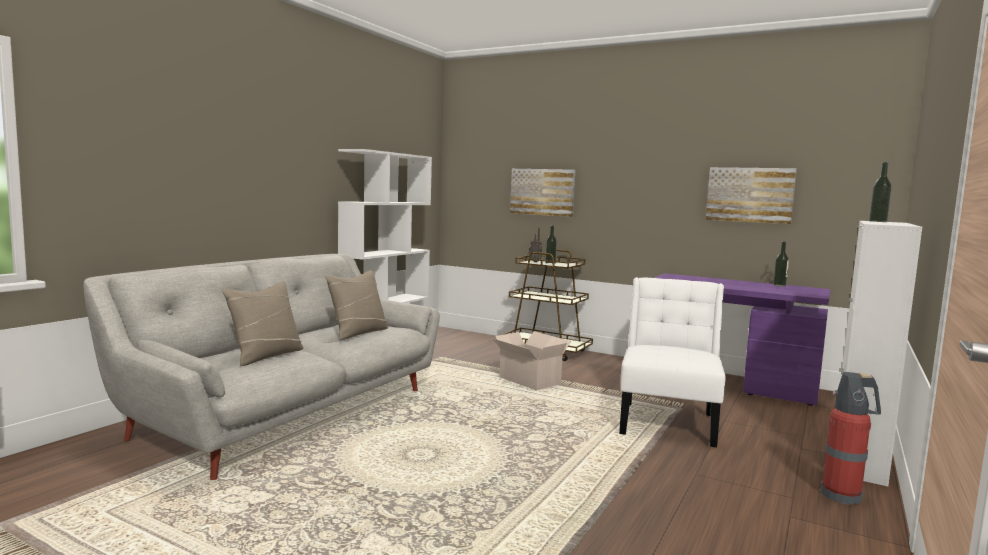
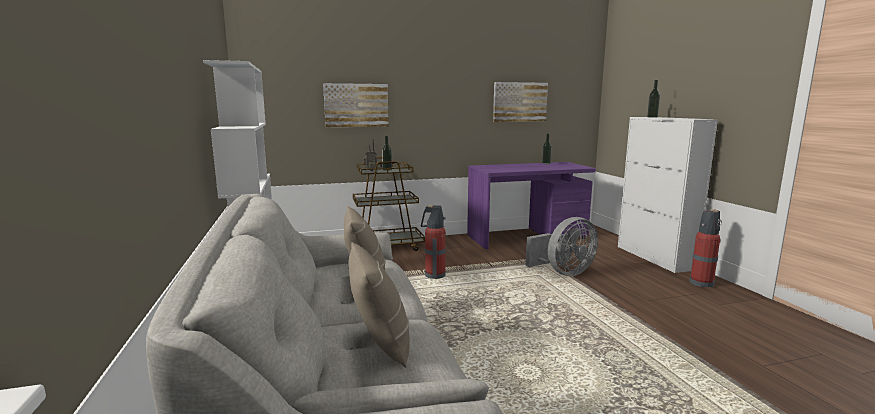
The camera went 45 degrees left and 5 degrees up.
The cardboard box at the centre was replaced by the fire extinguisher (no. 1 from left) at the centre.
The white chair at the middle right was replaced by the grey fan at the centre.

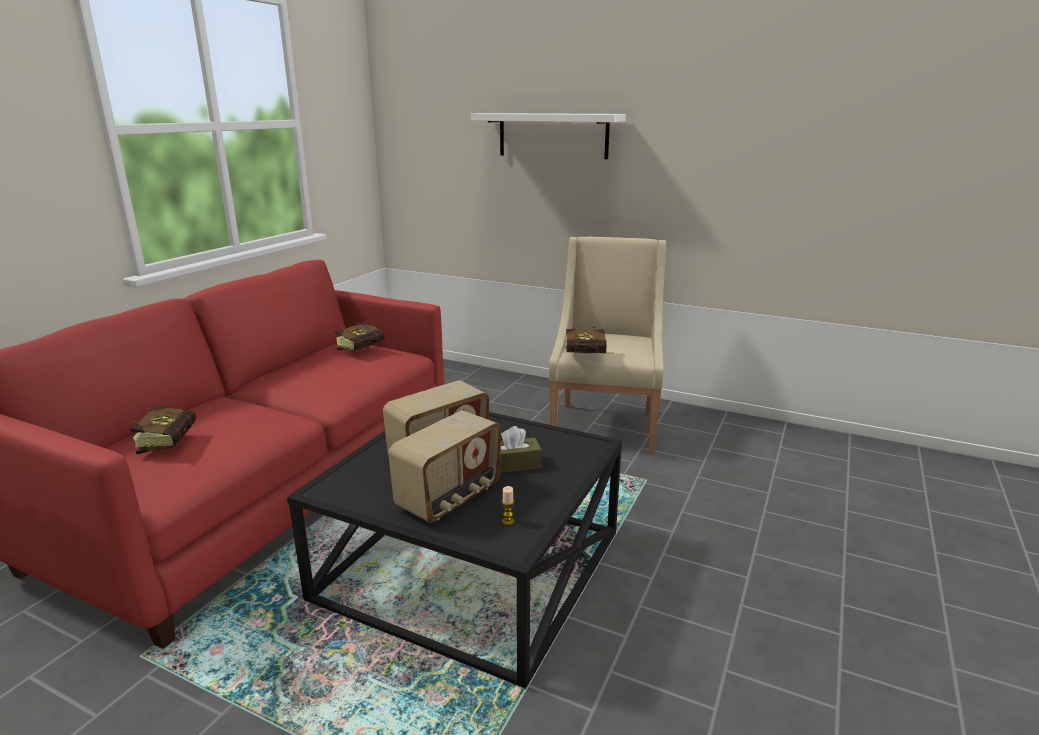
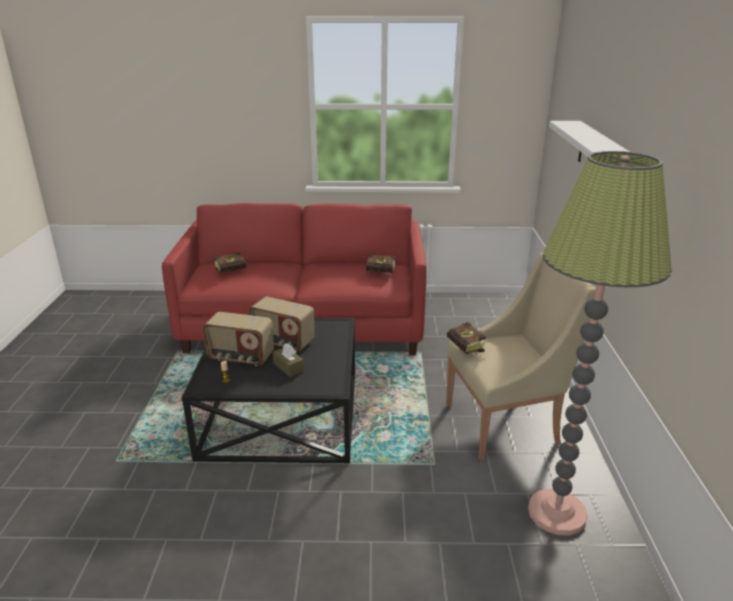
The camera went 65 degrees right and 5 degrees up.
The floor lamp at the middle right appeared.

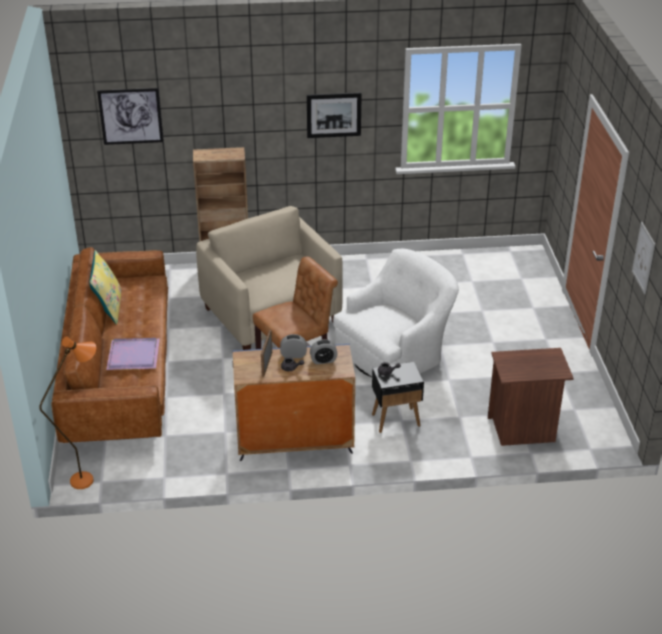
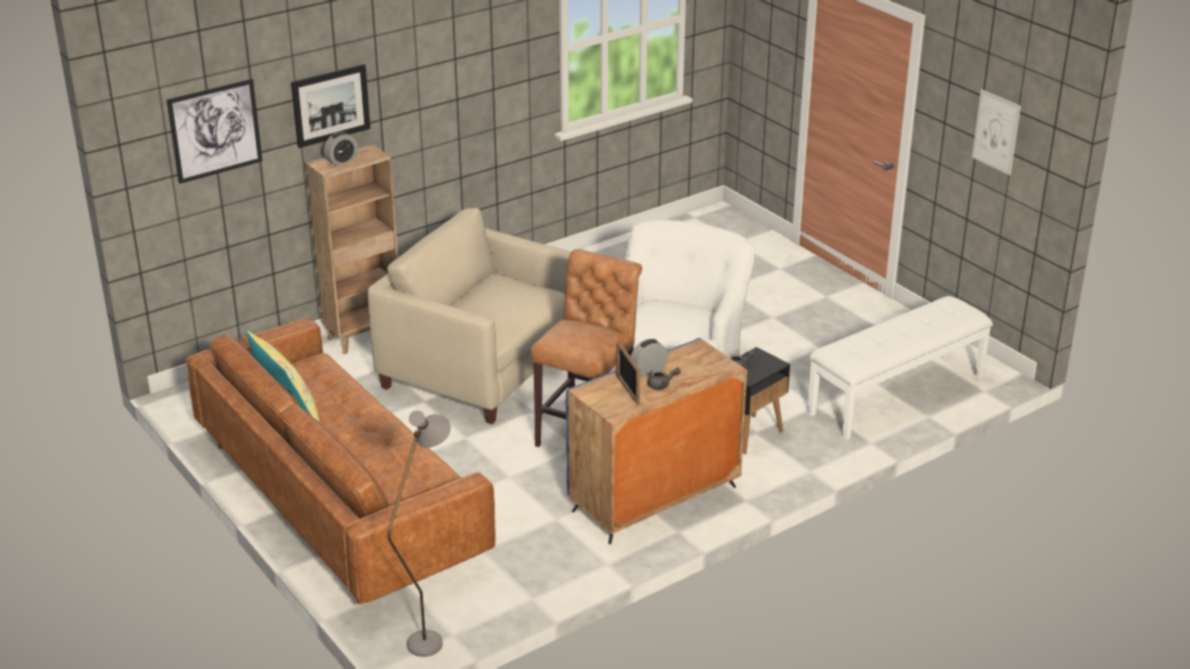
The camera went 30 degrees left and 5 degrees down.
The purple tray at the middle left disappeared.
The picture (no. 2 from left) moved from the top centre to the top left.
The alarm clock (no. 2 from left in the first image) moved from the centre to the top left.
The brown nightstand at the middle right was replaced by the white bench at the middle right.
The orange floor lamp at the middle left became the grey floor lamp at the bottom centre.

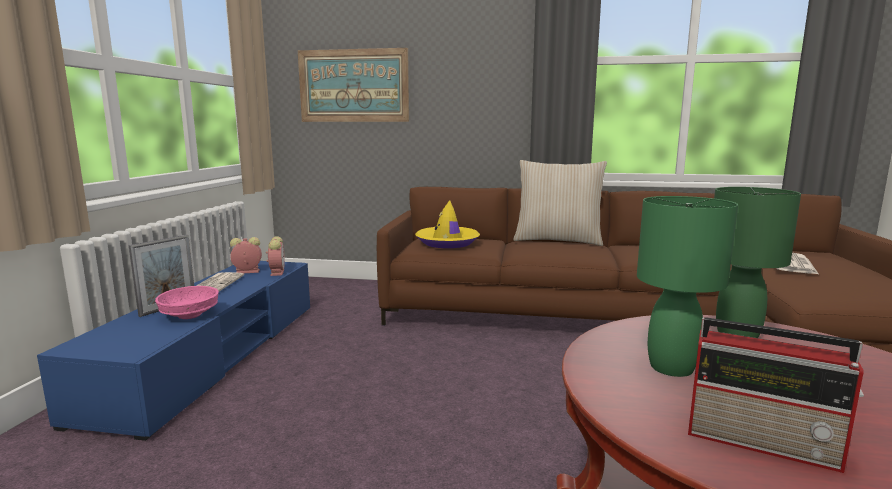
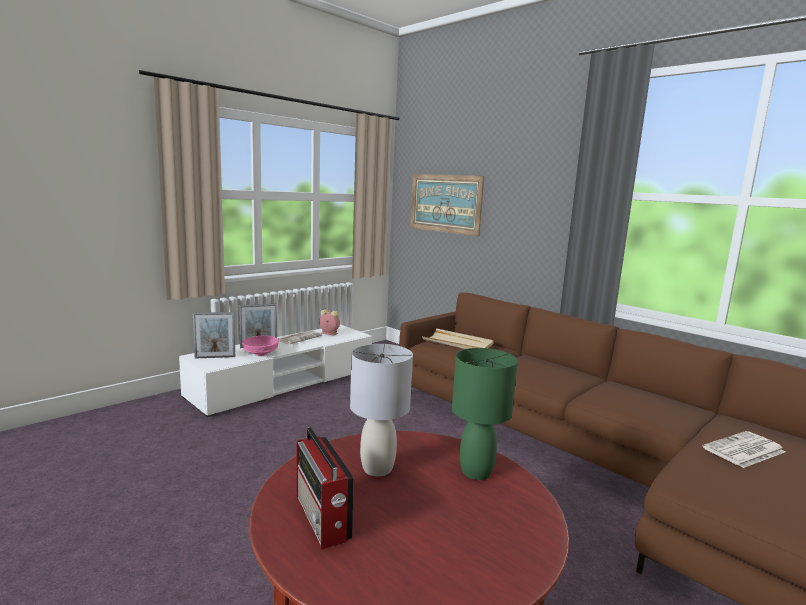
The camera went 35 degrees right and 0 degrees up.
The alarm clock (no. 2 from left) at the middle left disappeared.
The beige pillow at the centre disappeared.
The picture frame (no. 1 from left) at the middle left appeared.
The yellow hat at the centre was replaced by the beige tray at the centre.
The blue tv stand at the bottom left became the white tv stand at the centre.
The green table lamp (no. 1 from left) at the middle right became the grey table lamp at the bottom centre.

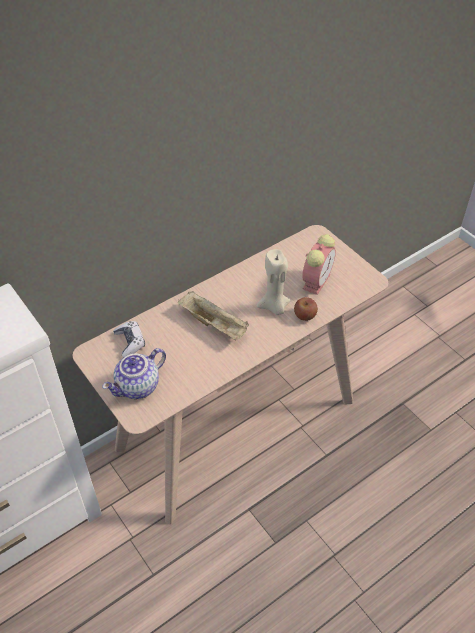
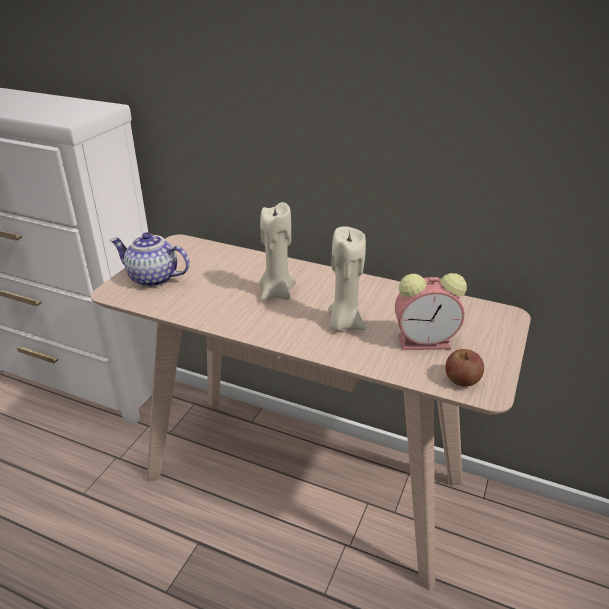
The camera went 60 degrees right and 15 degrees down.
The game controller at the middle left disappeared.
The apple moved from the centre to the middle right.
The beige tray at the centre was replaced by the beige candle (no. 1 from left) at the centre.

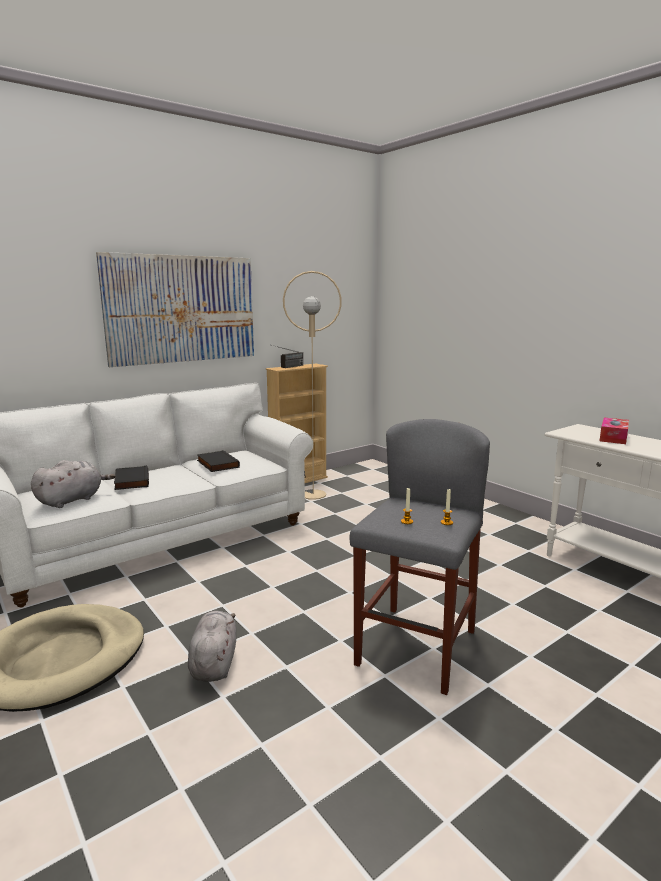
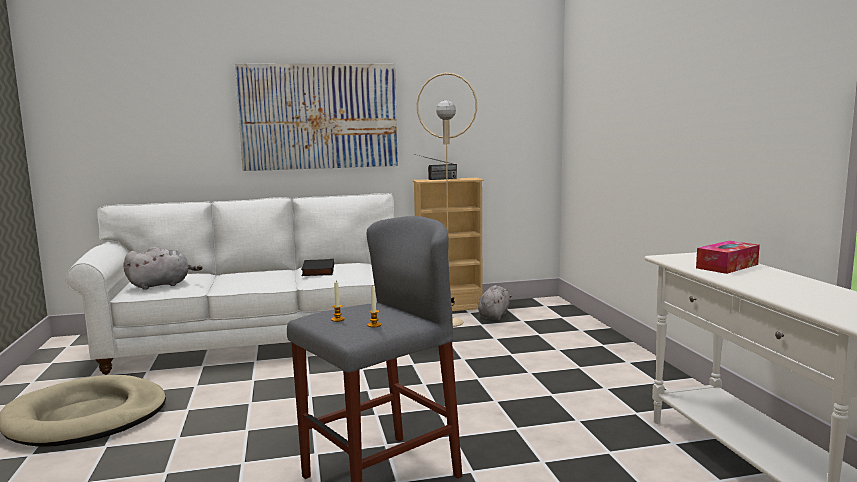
The camera went 25 degrees right and 5 degrees down.
The black book (no. 1 from left) at the middle left disappeared.
The grey plush toy (no. 2 from left) moved from the bottom left to the centre.

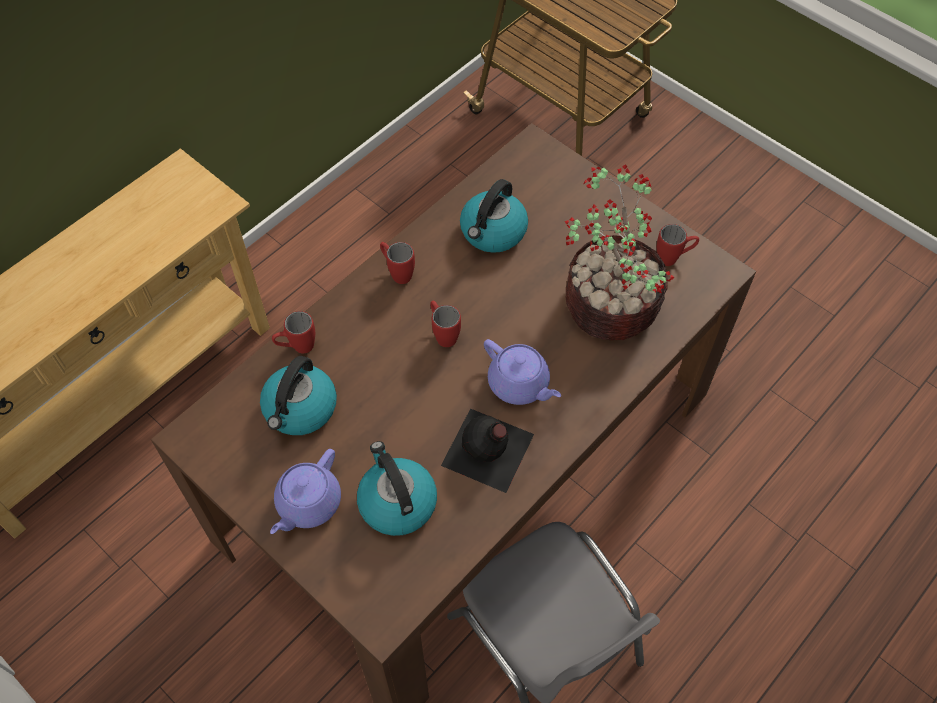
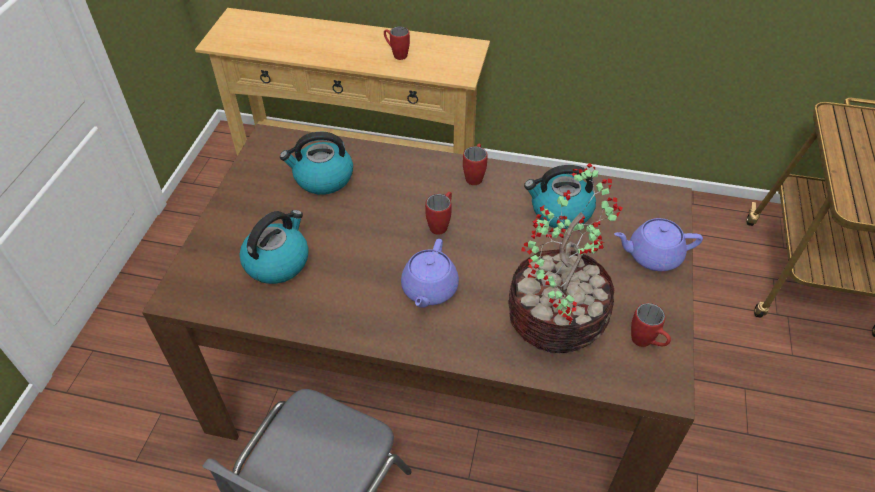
The camera went 60 degrees right and 10 degrees down.
The black bottle at the centre disappeared.
The purple teapot (no. 1 from left in the first image) moved from the bottom left to the middle right.
The red mug (no. 1 from left) moved from the middle left to the top centre.

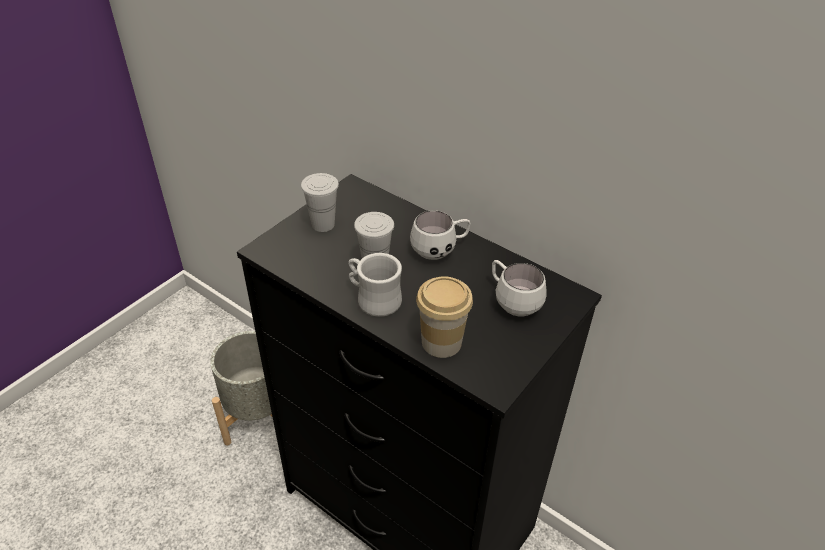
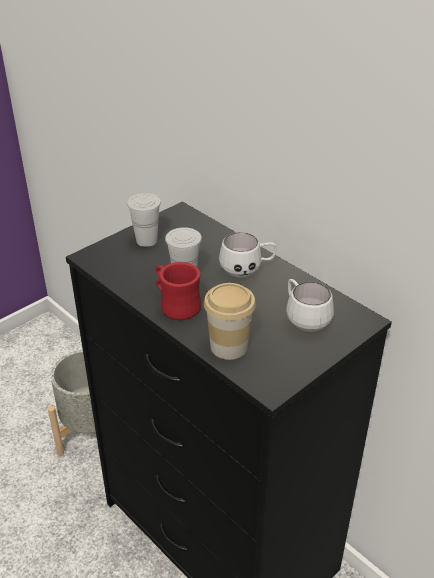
The camera went 10 degrees right and 5 degrees down.
The white mug (no. 1 from left) at the centre became the red mug at the centre.

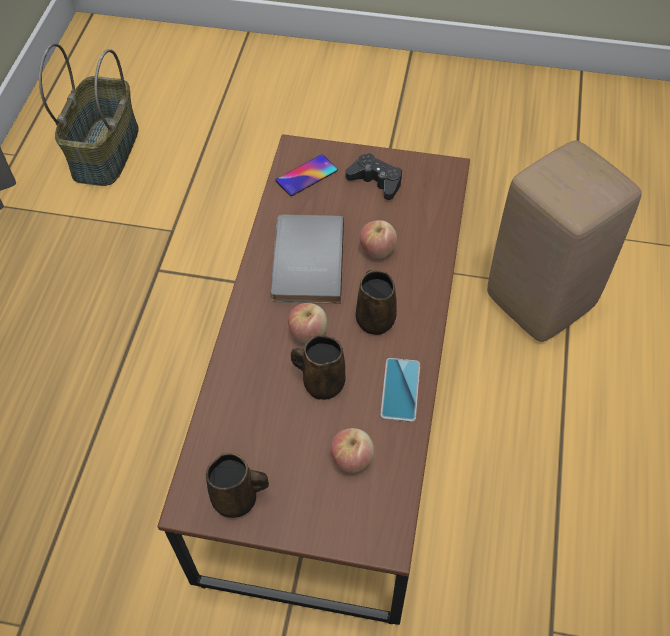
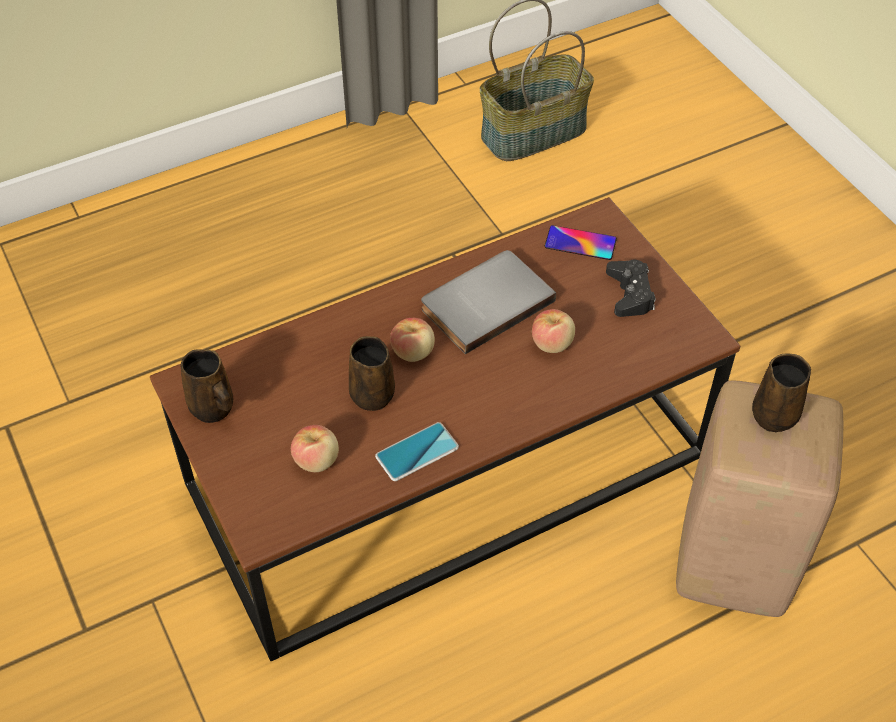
The camera went 50 degrees right and 5 degrees down.
The brown mug (no. 3 from left) moved from the centre to the middle right.

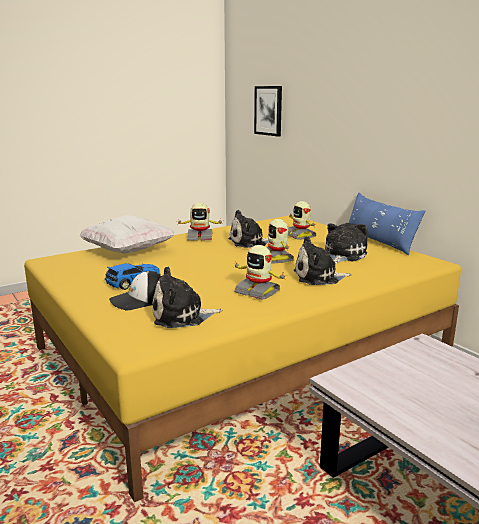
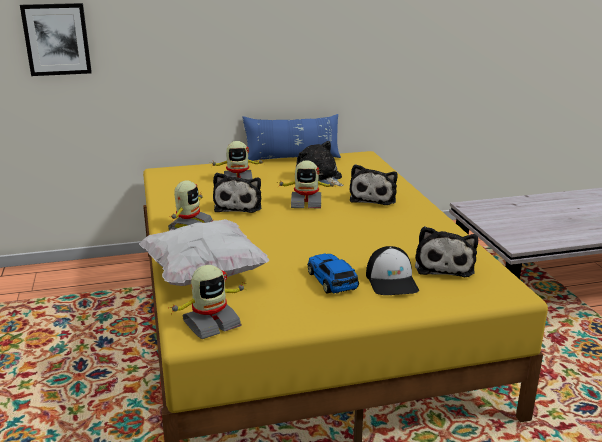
The camera went 70 degrees left and 5 degrees up.
The toy robot (no. 2 from left) moved from the centre to the bottom centre.

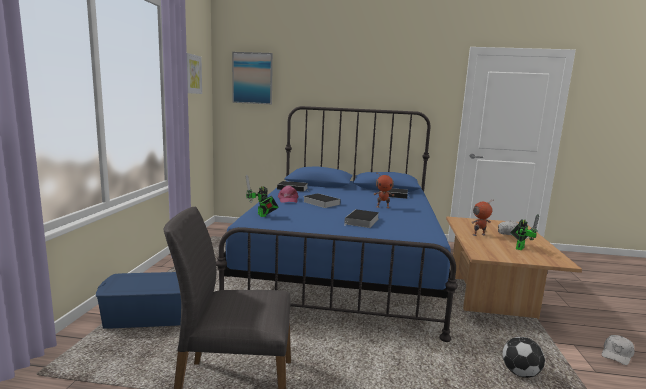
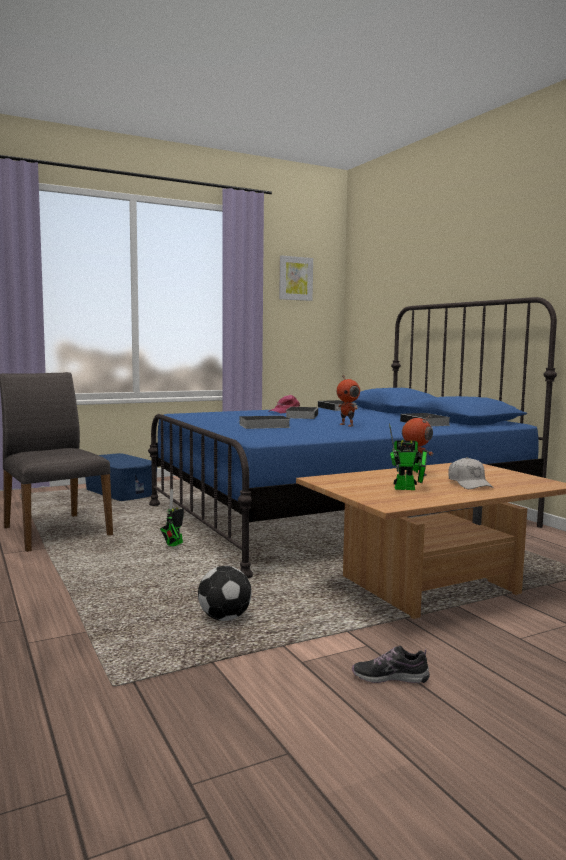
The camera went 55 degrees right and 5 degrees down.
The picture (no. 2 from left) at the top centre disappeared.
The toy robot (no. 1 from left) moved from the centre to the middle left.
The white cap (no. 2 from left) at the bottom right was replaced by the shoe at the bottom right.

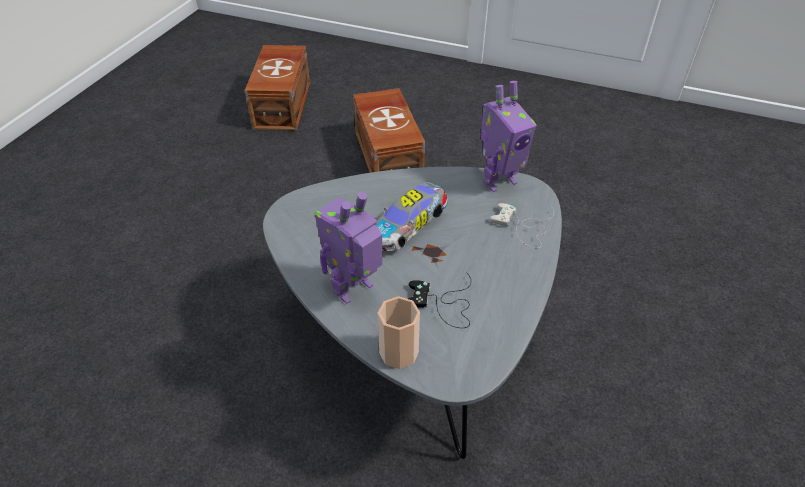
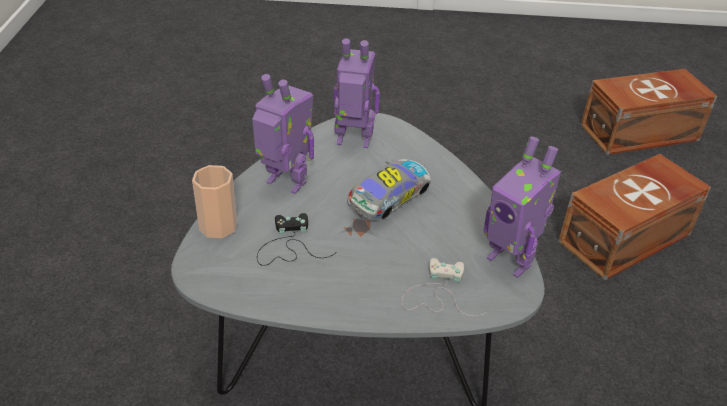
The camera went 70 degrees right and 5 degrees down.
The toy robot (no. 2 from left) at the top centre appeared.
The toy car at the centre turned 105 degrees clockwise.

